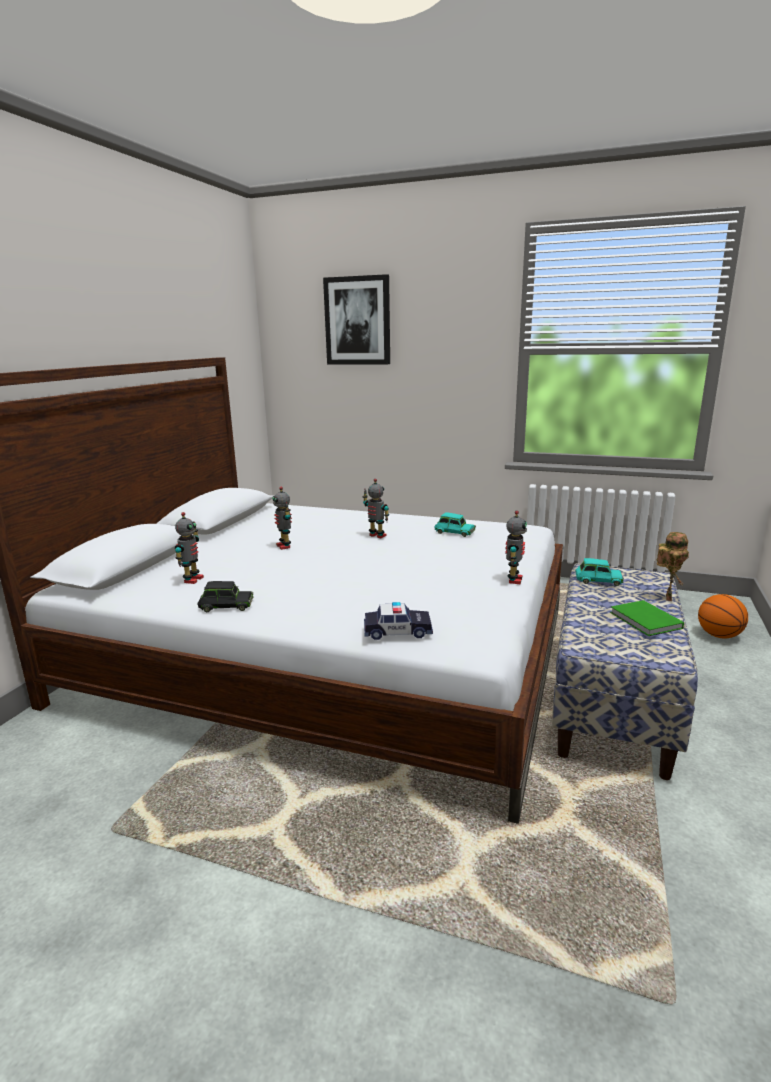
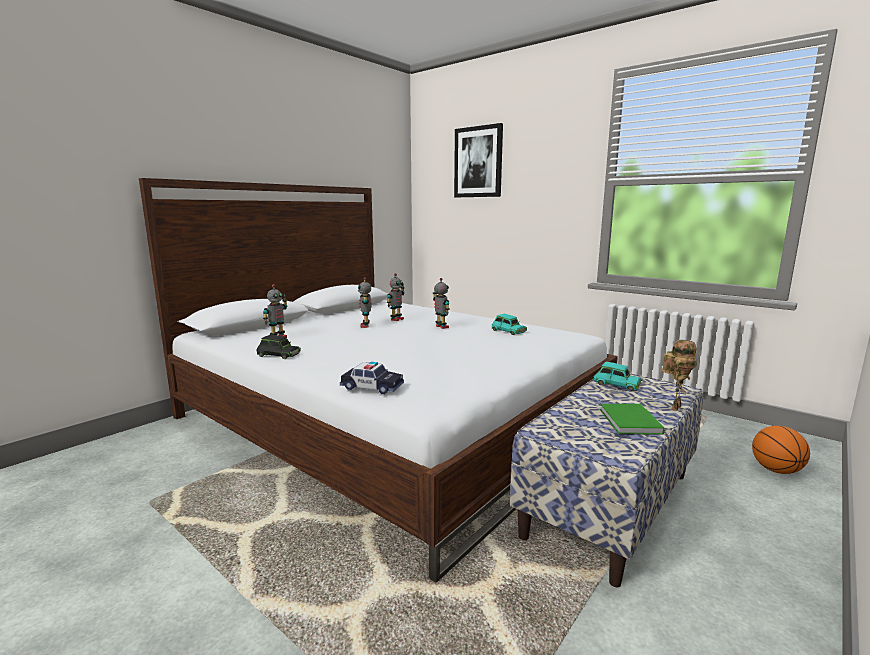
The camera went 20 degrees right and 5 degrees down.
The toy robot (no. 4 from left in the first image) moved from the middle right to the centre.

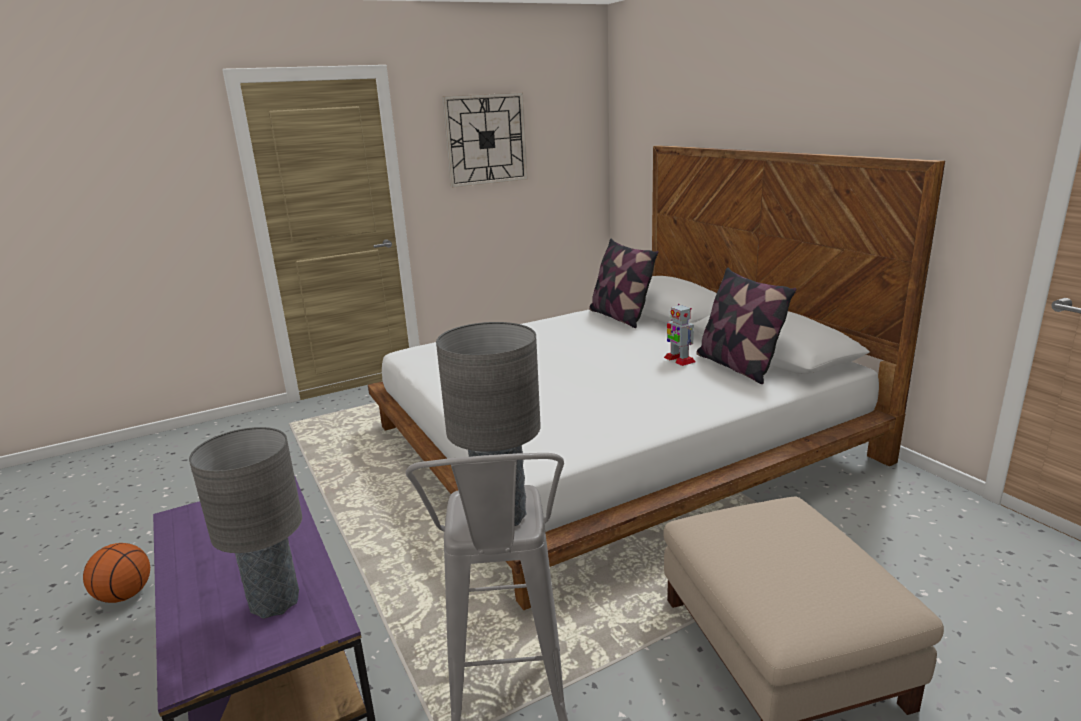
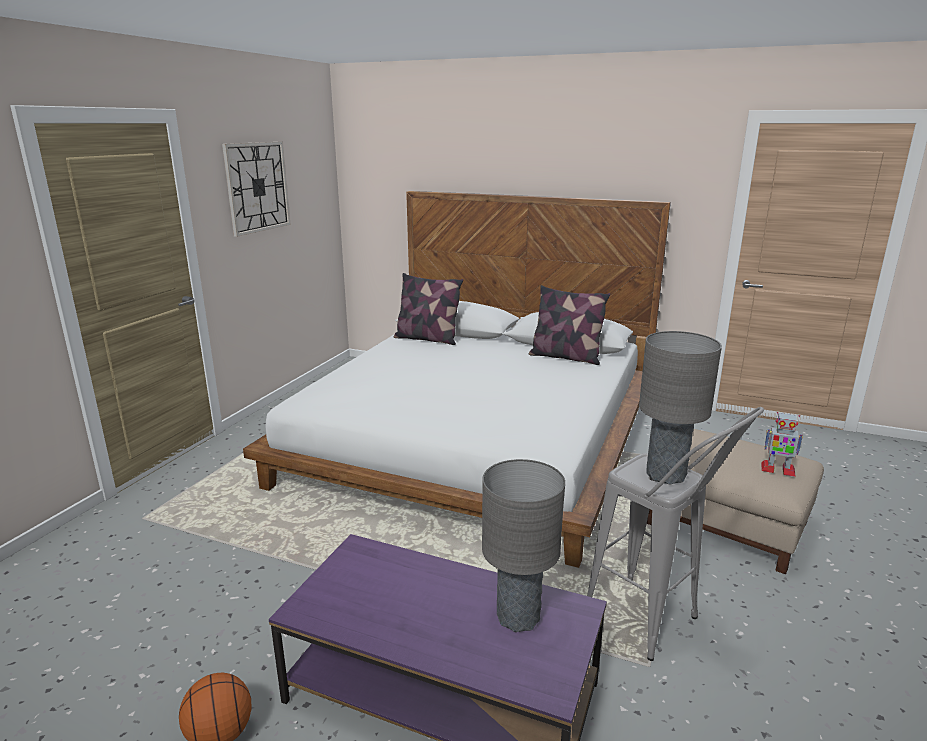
The camera went 40 degrees left and 0 degrees up.
The toy robot moved from the centre to the middle right.

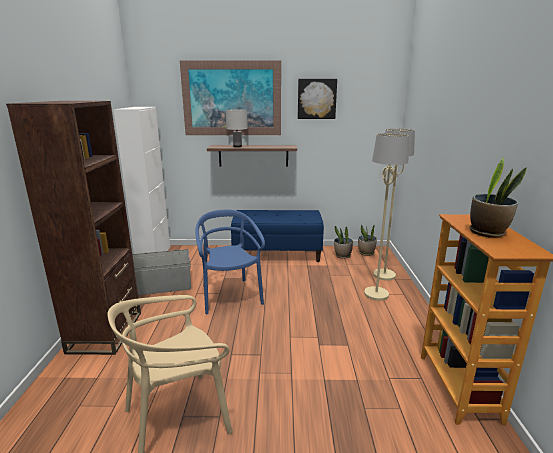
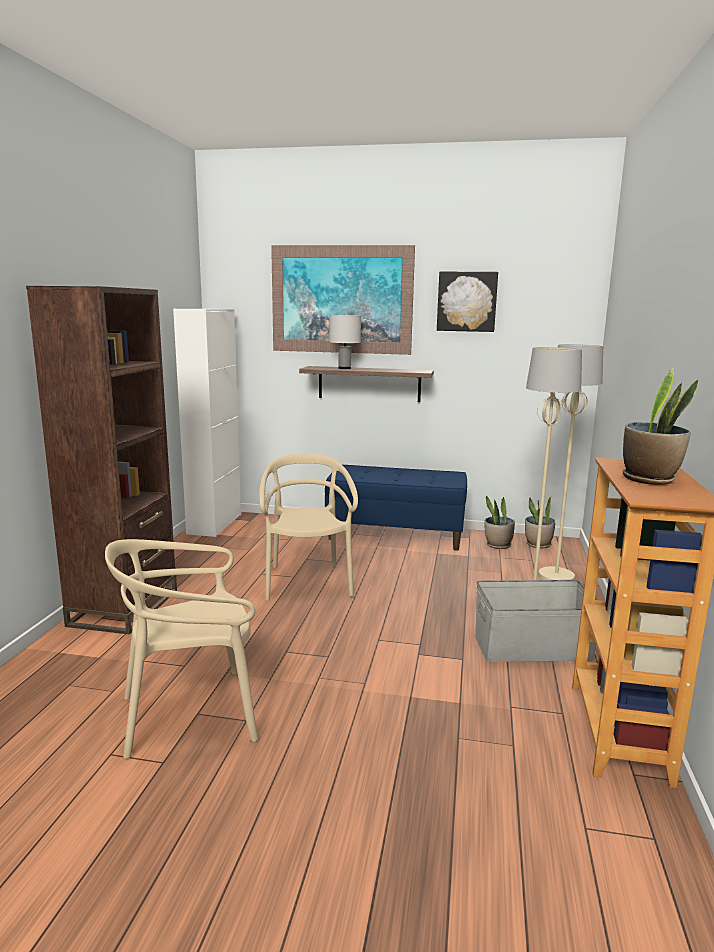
The camera went 10 degrees right and 5 degrees down.
The grey storage box moved from the middle left to the middle right.
The blue chair at the centre became the beige chair (no. 2 from left) at the centre.

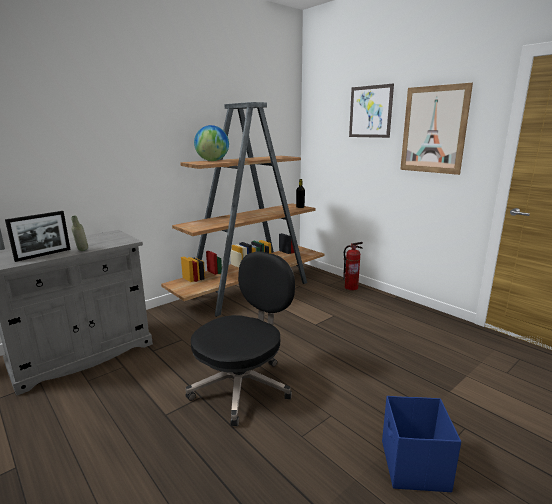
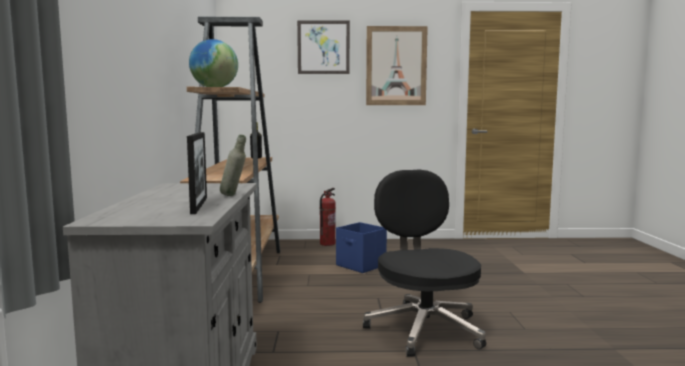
The camera went 50 degrees left and 10 degrees down.
The blue storage box moved from the bottom right to the bottom centre.

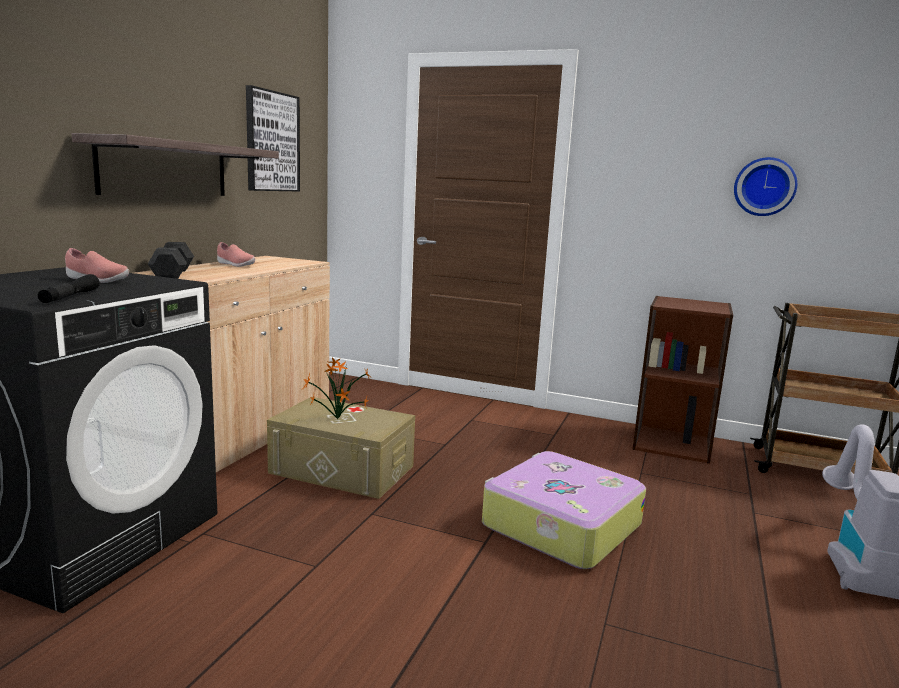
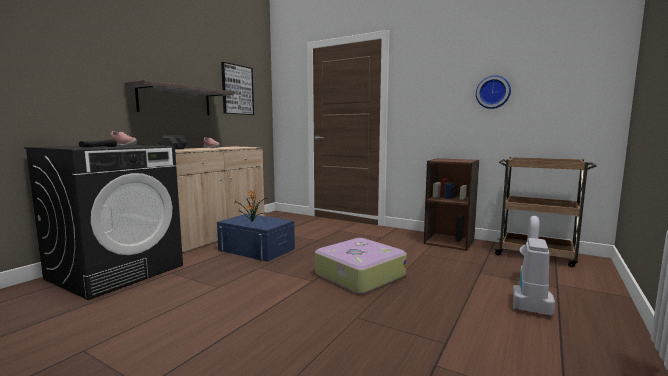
The camera went 10 degrees right and 5 degrees down.
The beige storage box at the centre became the blue storage box at the centre.

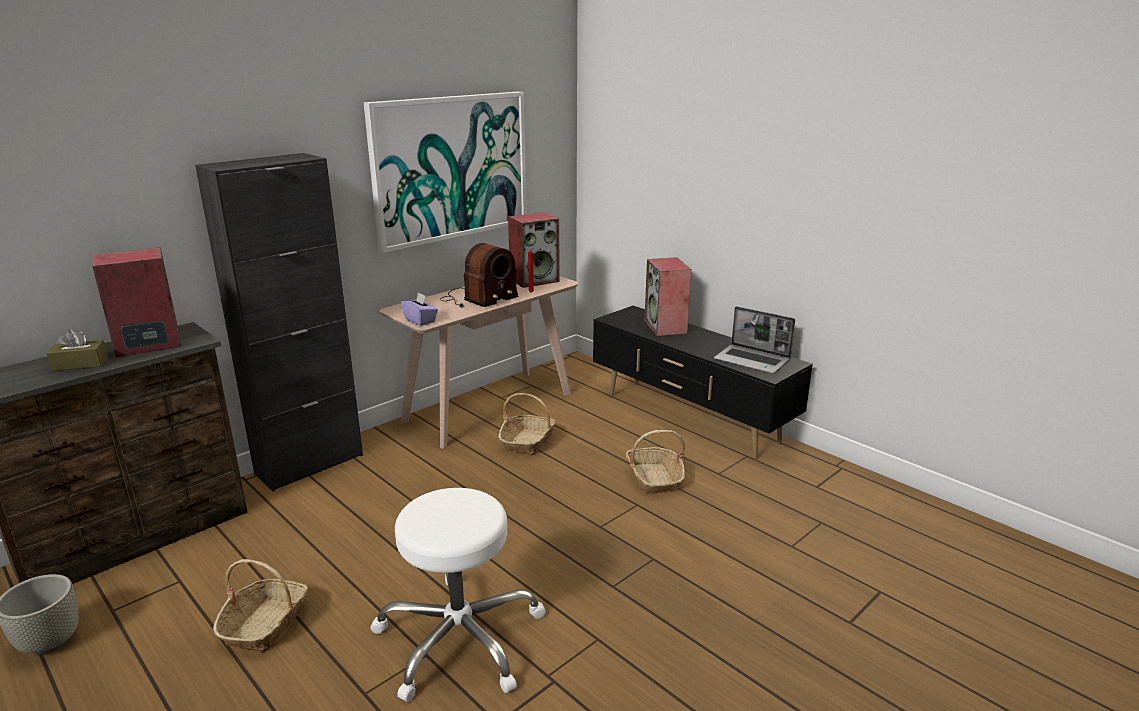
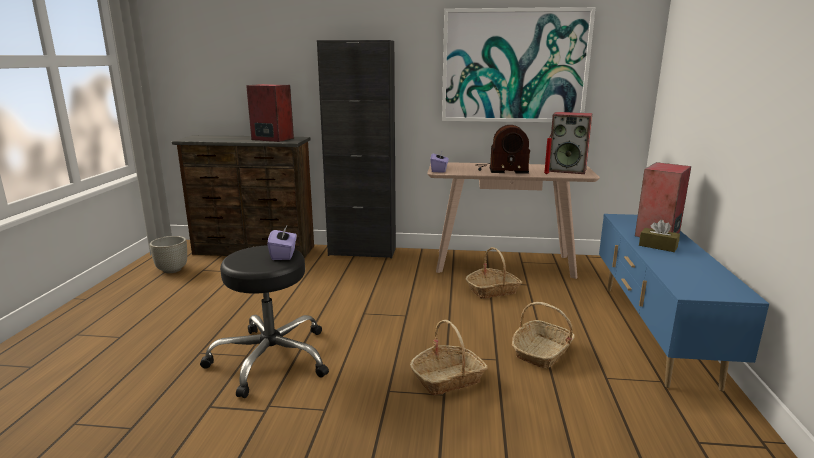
The camera went 50 degrees right and 5 degrees down.
The laptop at the centre disappeared.
The purple tissue box (no. 1 from left) at the centre appeared.
The brown tissue box moved from the middle left to the middle right.
The basket (no. 1 from left) moved from the bottom left to the bottom centre.
The white stool at the bottom centre became the black stool at the bottom left.
The black tv stand at the centre became the blue tv stand at the middle right.

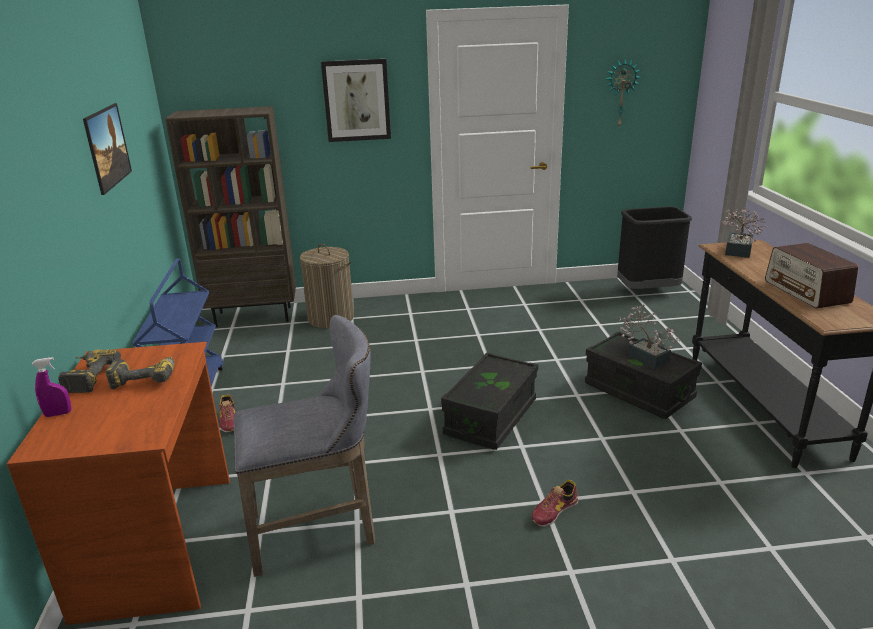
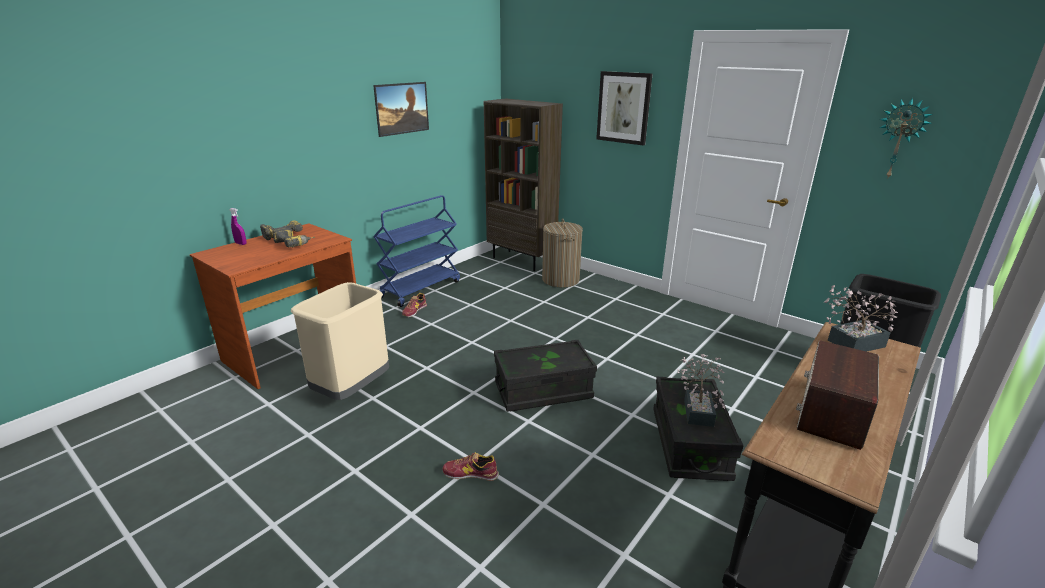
The camera went 45 degrees right and 0 degrees up.
The grey stool at the bottom centre was replaced by the beige trash can at the middle left.

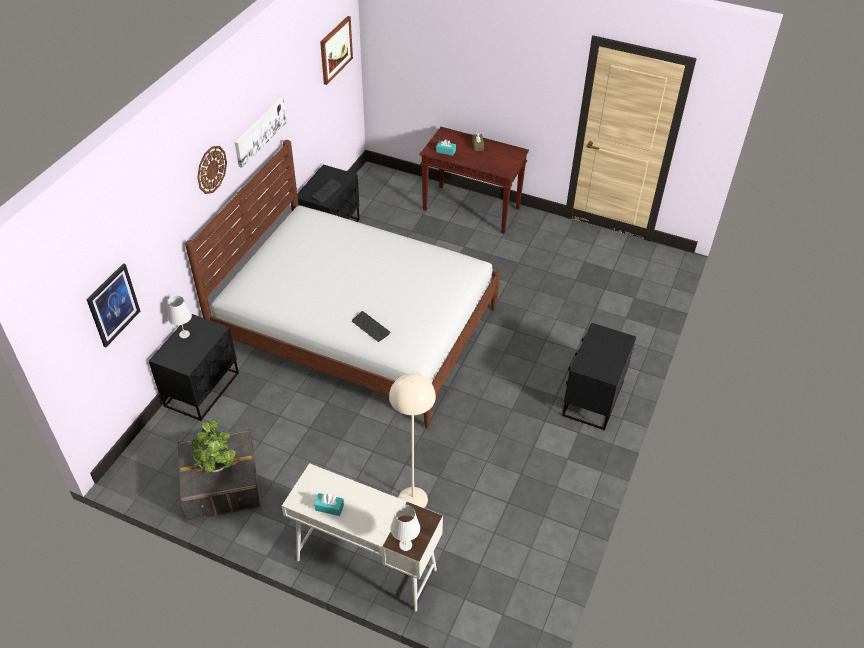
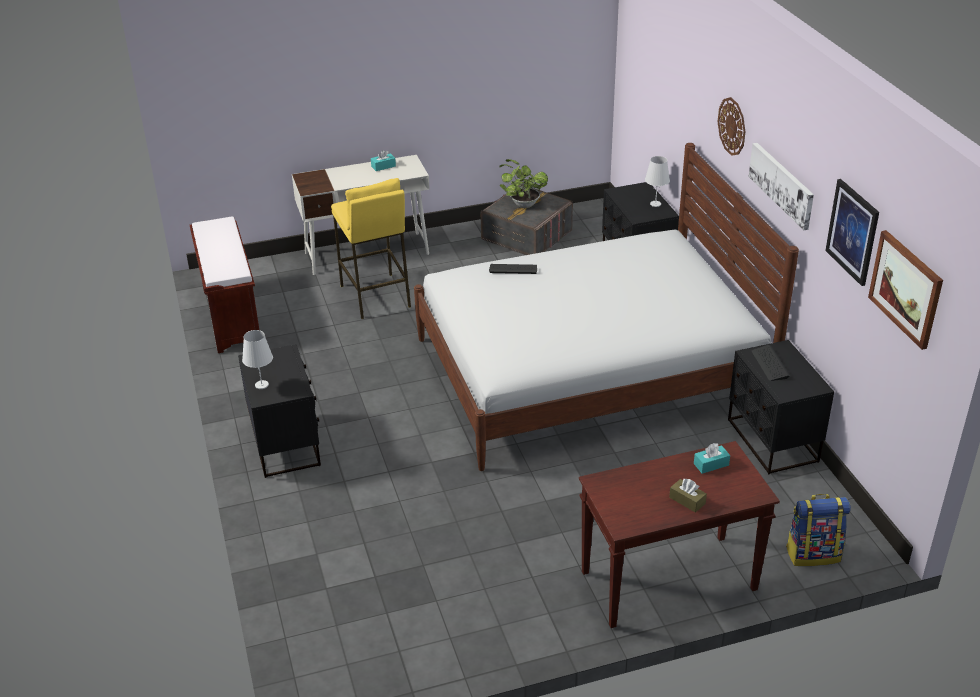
The camera went 140 degrees right and 10 degrees down.
The brown bench at the middle left appeared.
The backpack at the bottom right appeared.
The picture (no. 1 from left in the first image) moved from the middle left to the top right.
The white table lamp (no. 2 from left in the first image) moved from the bottom centre to the middle left.
The beige floor lamp at the bottom centre was replaced by the yellow stool at the centre.

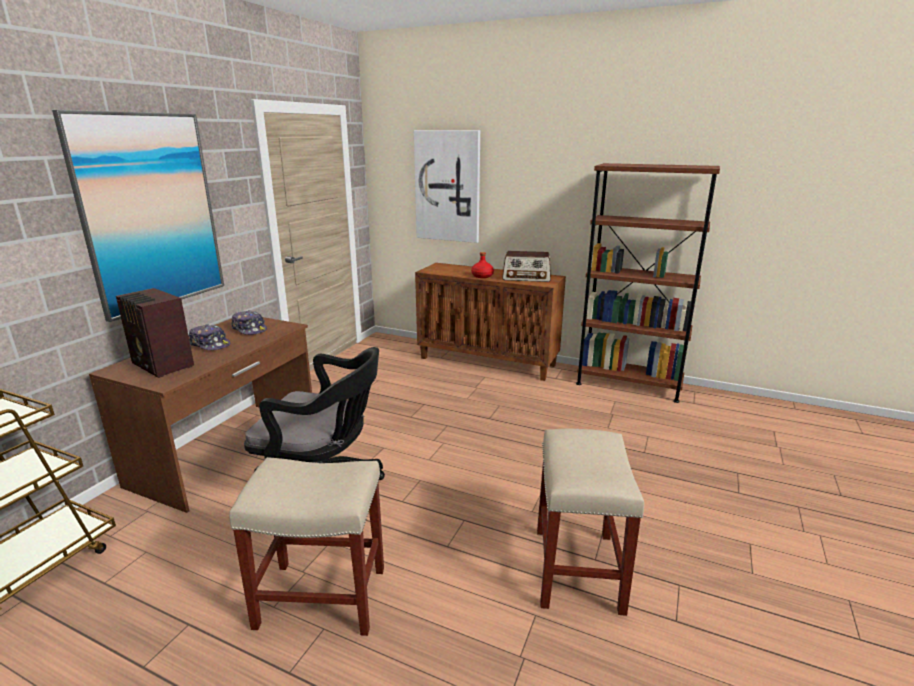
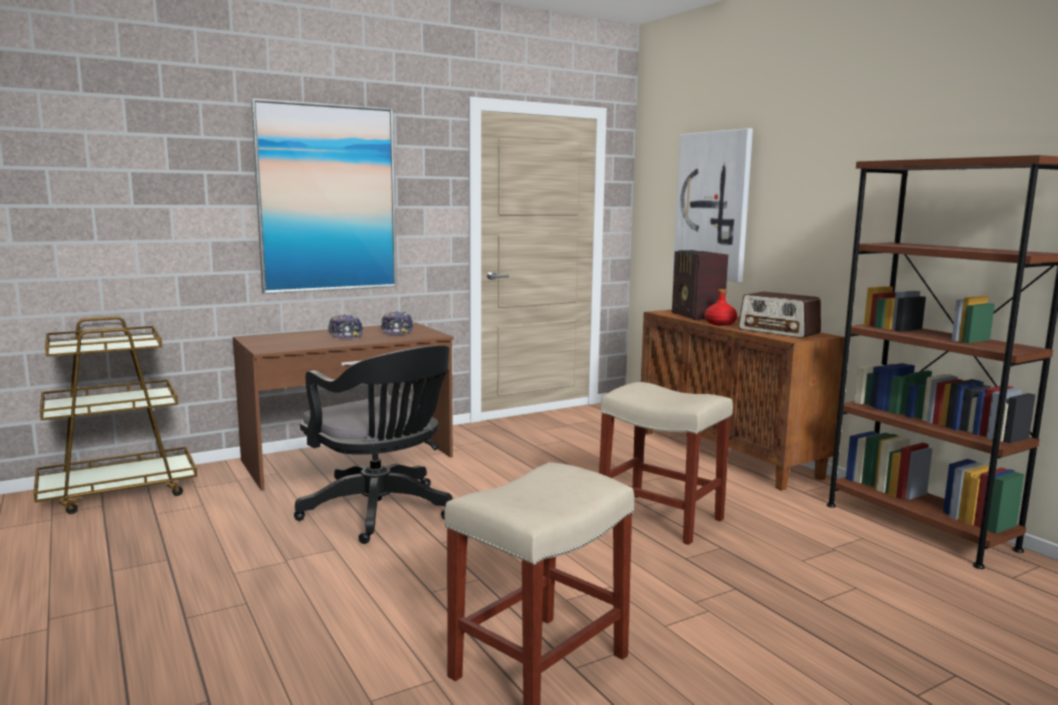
The camera went 35 degrees right and 10 degrees down.
The radio (no. 1 from left) moved from the middle left to the centre.
The beige stool (no. 1 from left in the first image) moved from the bottom centre to the centre.

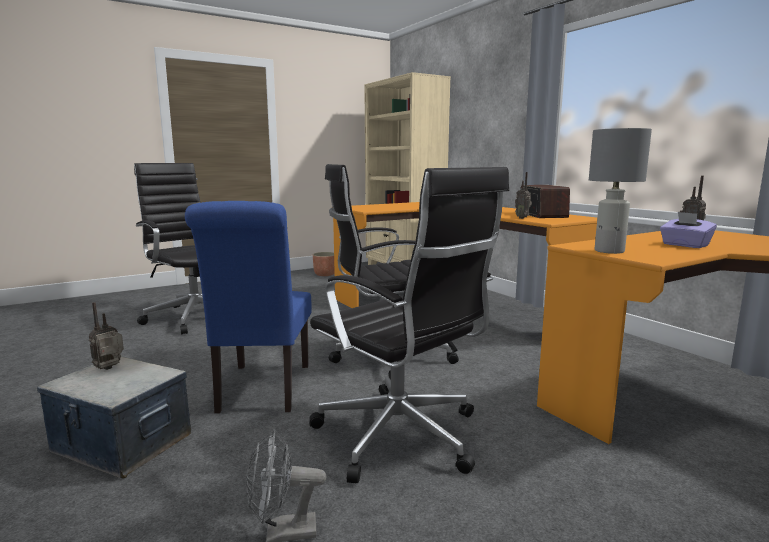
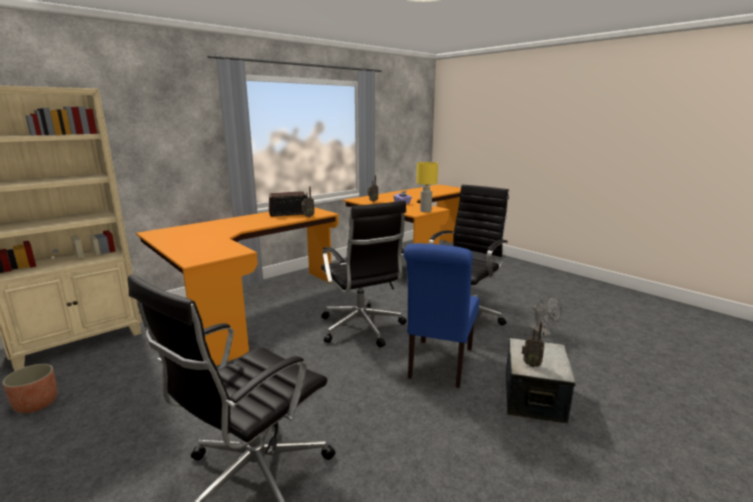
The camera went 100 degrees left and 5 degrees up.
The grey table lamp at the middle right became the yellow table lamp at the centre.
The blue chair at the middle left turned 120 degrees clockwise.

